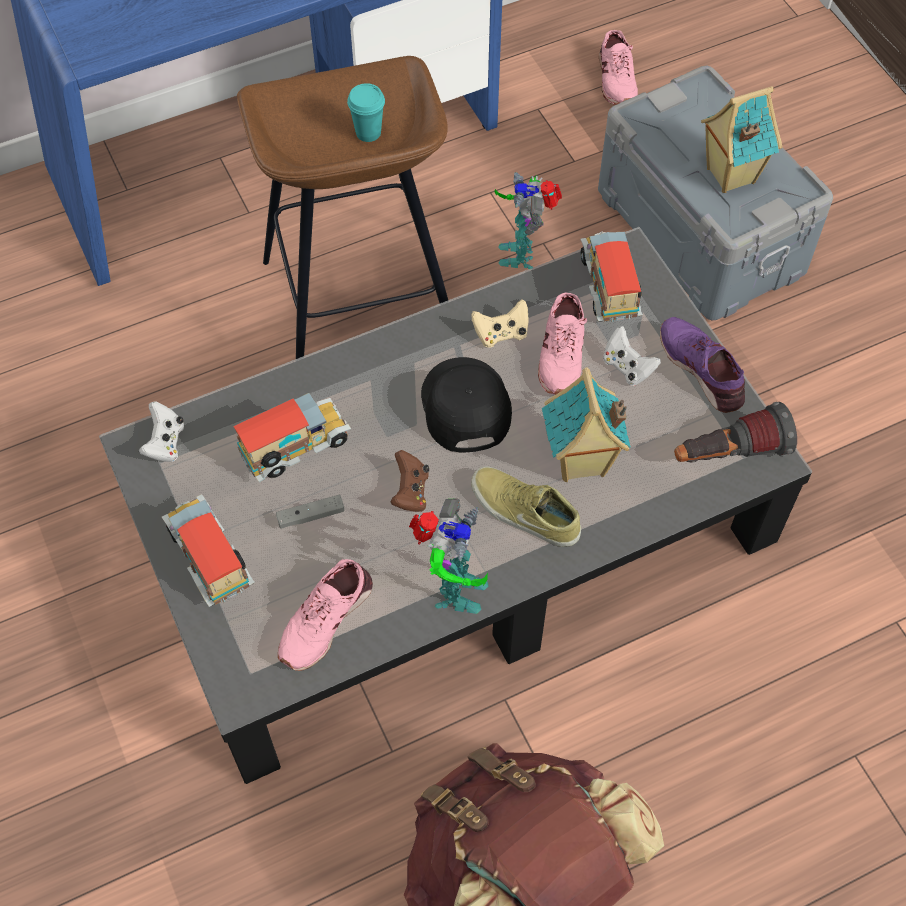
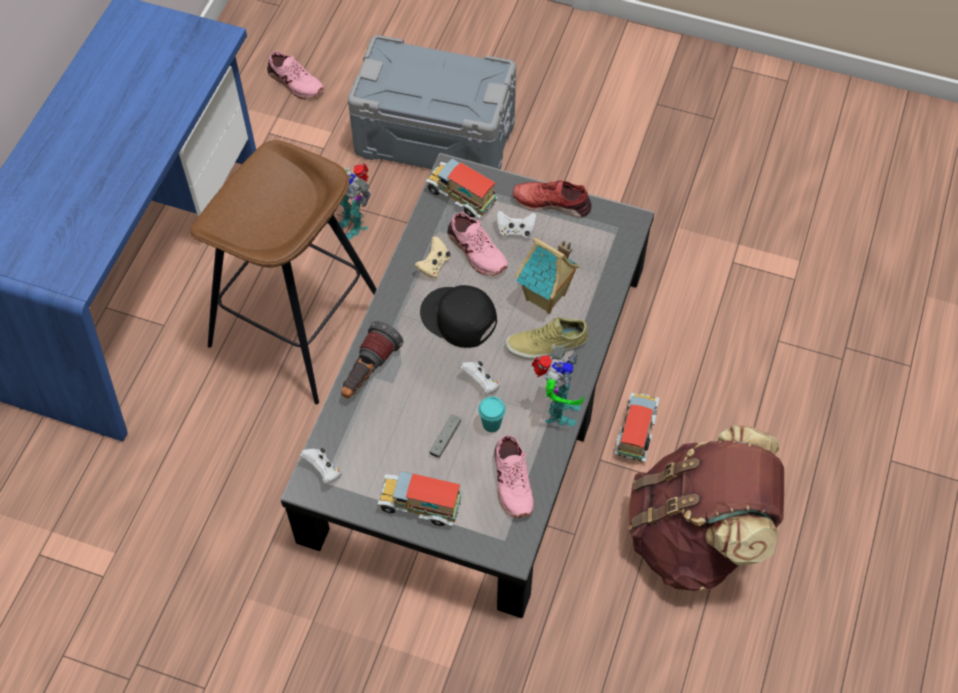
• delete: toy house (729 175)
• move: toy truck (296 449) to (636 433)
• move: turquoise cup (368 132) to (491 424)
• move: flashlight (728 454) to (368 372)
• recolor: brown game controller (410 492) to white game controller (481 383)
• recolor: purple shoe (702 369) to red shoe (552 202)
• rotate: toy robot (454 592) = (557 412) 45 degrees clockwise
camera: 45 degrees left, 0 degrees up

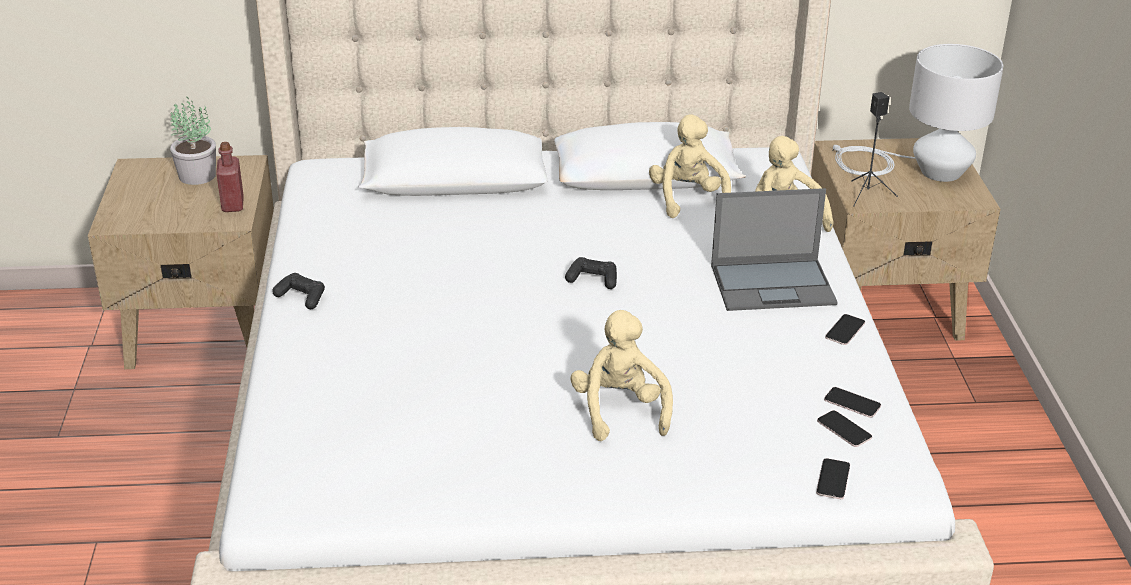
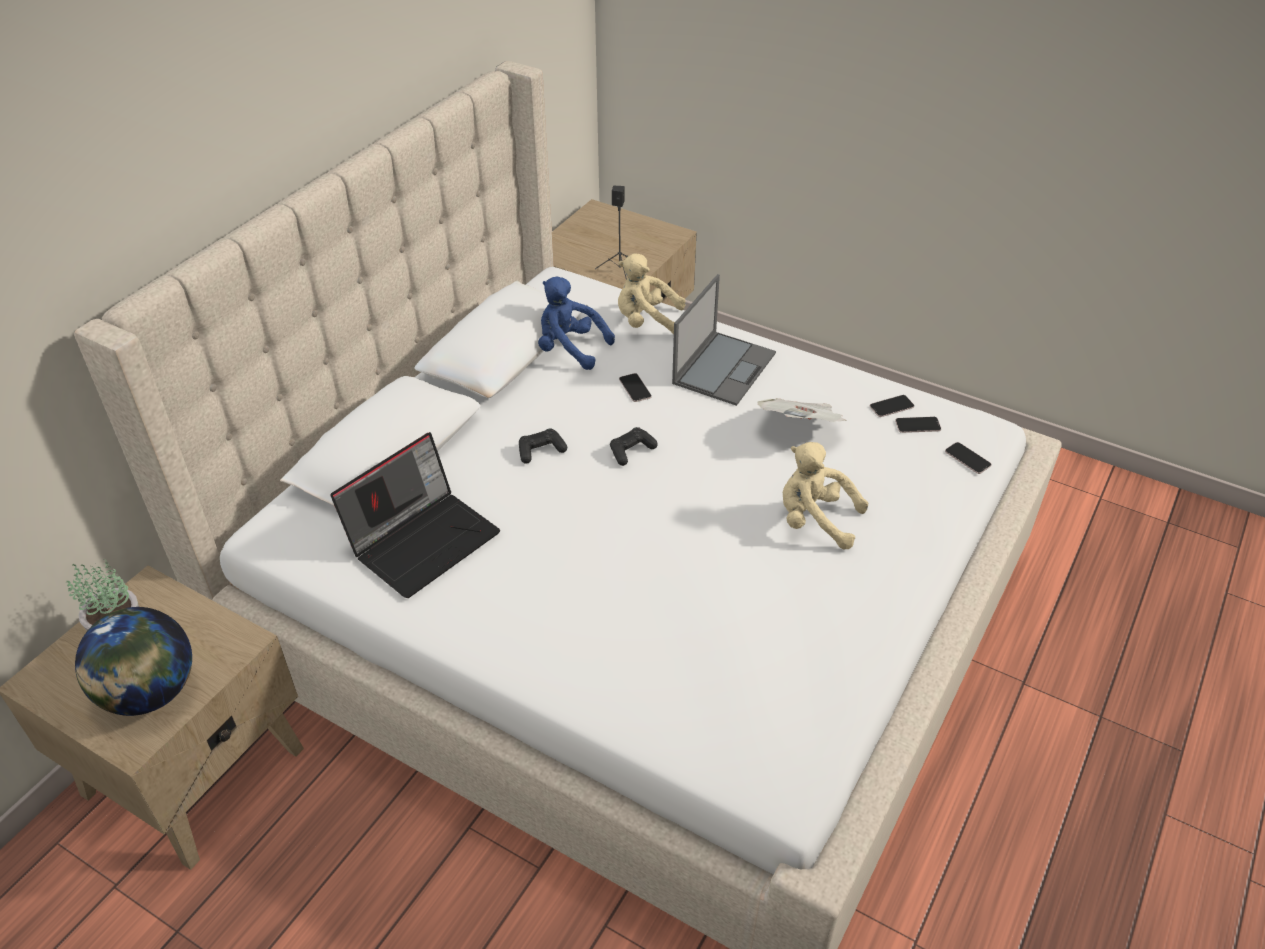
• delete: red bottle (232 205)
• delete: white table lamp (910 168)
• insert: globe (150 693)
• insert: laptop (424 540)
• insert: newspaper (801 428)
• move: black game controller (301 297) to (541 451)
• move: phone (845 330) to (635 388)
• recolor: beige plush toy (688 199) to blue plush toy (569 349)
camera: 55 degrees left, 10 degrees up

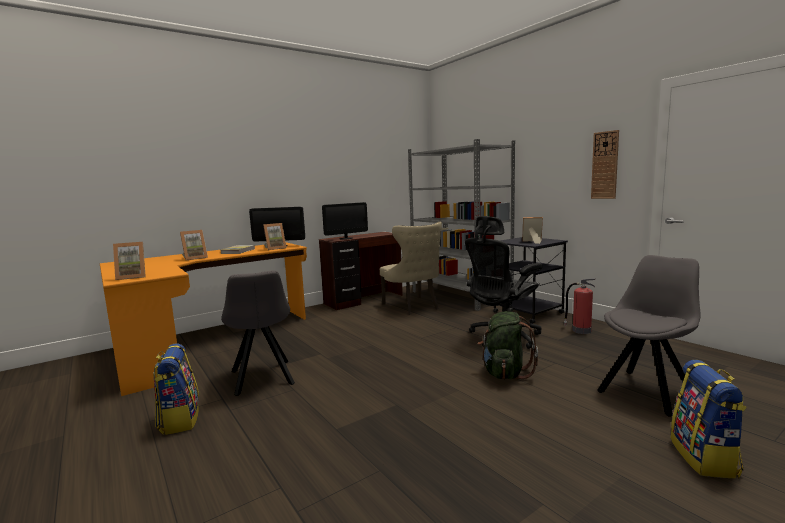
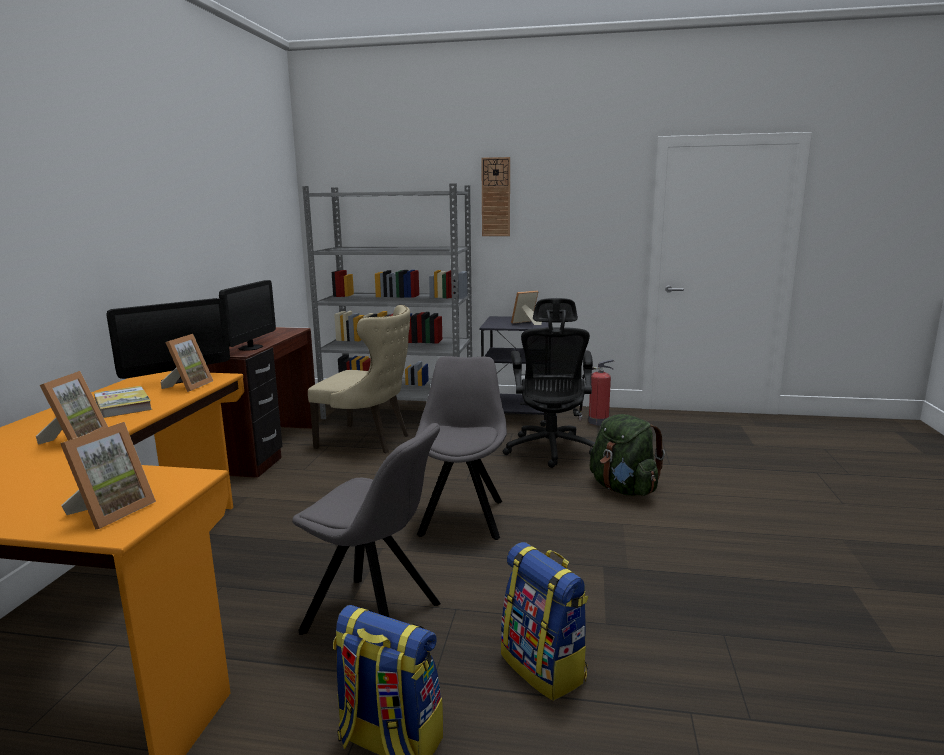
• move: wall clock (605 165) to (496 197)
• move: grey chair (646 391) to (462 517)
• move: backpack (705 458) to (544 667)
camera: 45 degrees left, 5 degrees up

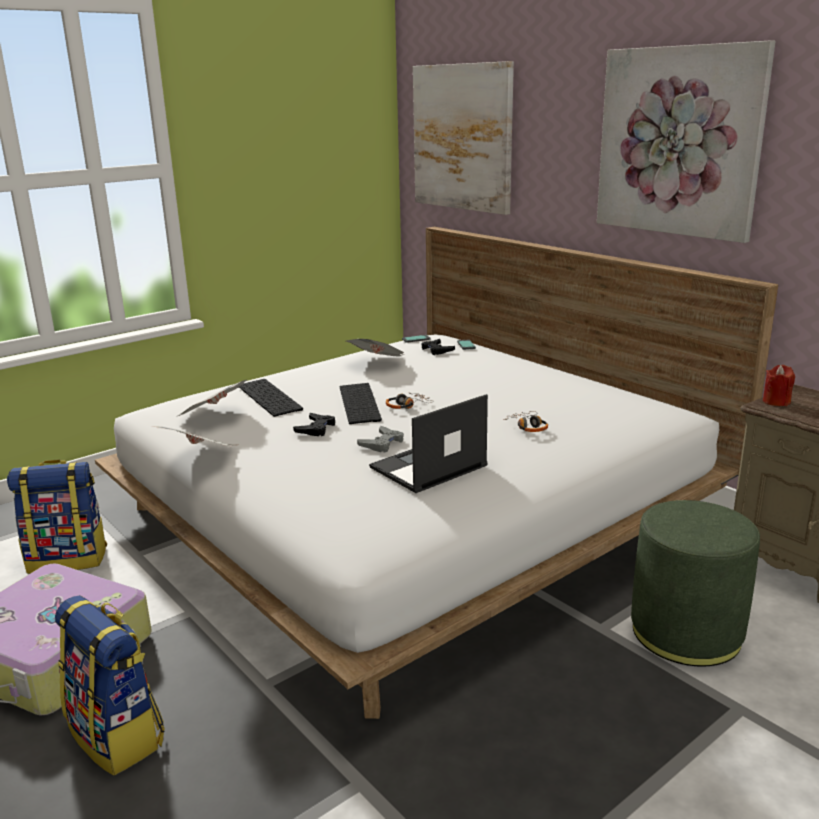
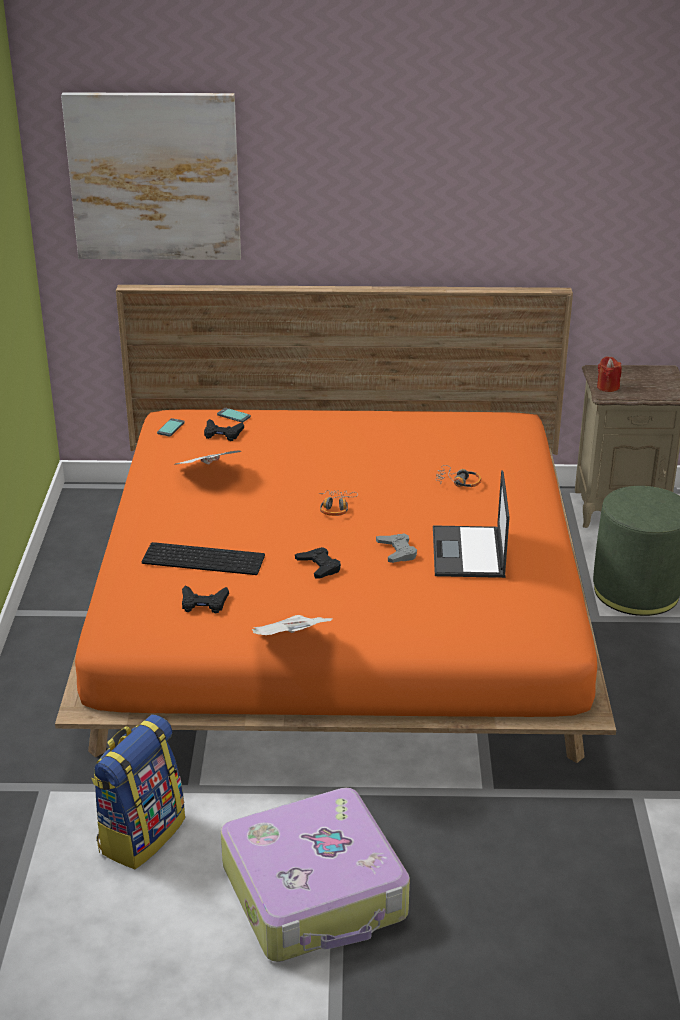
• delete: backpack (118 736)
• delete: keyboard (361 403)
• delete: picture (678 142)
• replace: newspaper (214 416) to black game controller (203 603)
• recolor: white bed (411 515) to orange bed (340 613)
camera: 50 degrees left, 10 degrees up

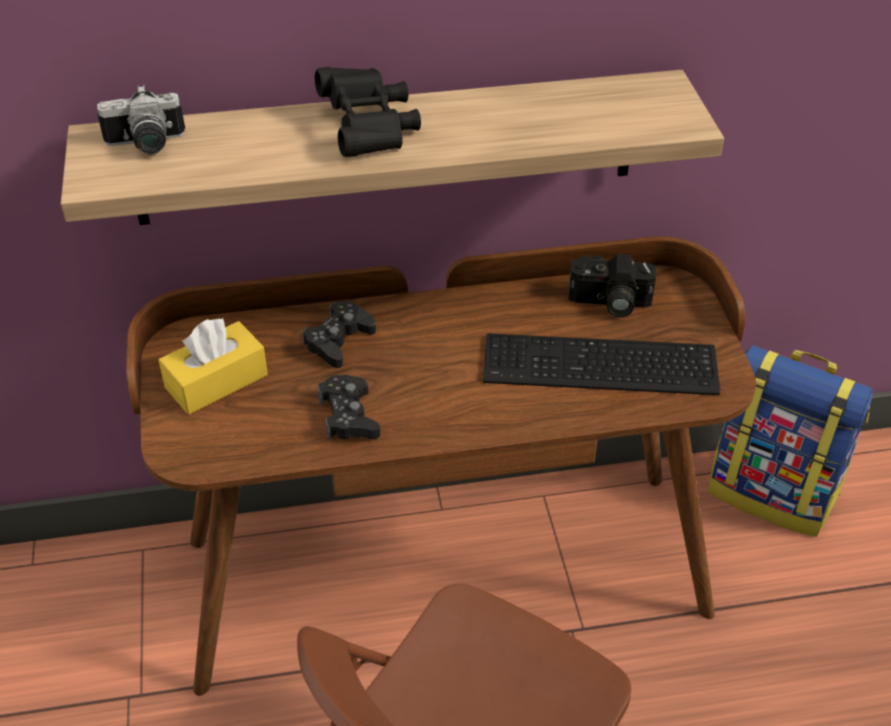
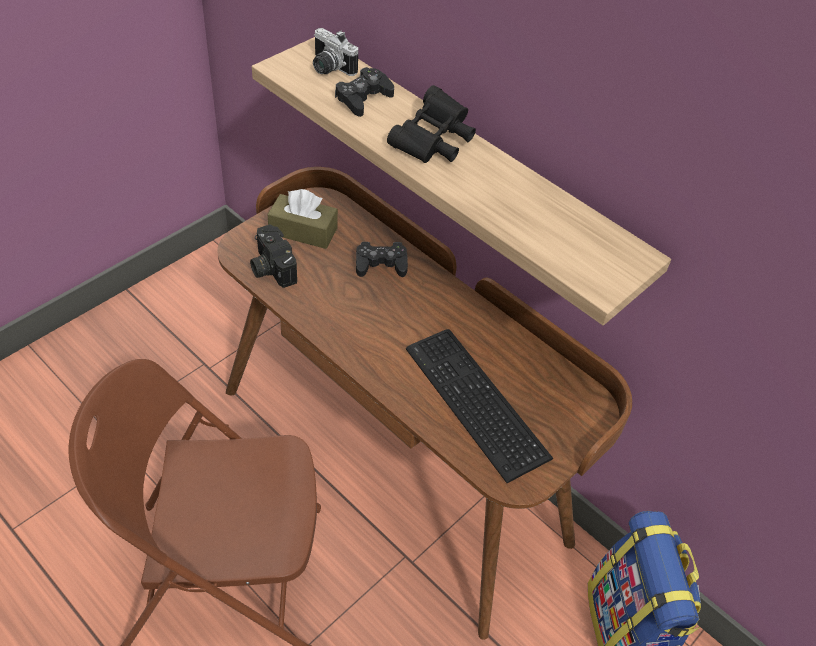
• move: black game controller (349 416) to (363 98)
• move: photo camera (609 303) to (270 267)
• recolor: yellow tissue box (216 381) to brown tissue box (303 231)
camera: 50 degrees right, 5 degrees up

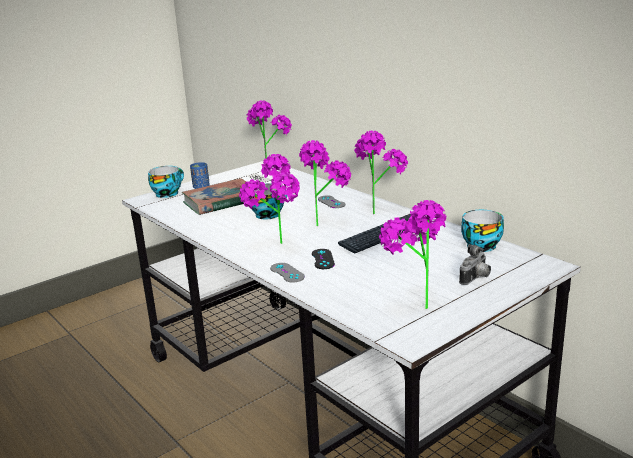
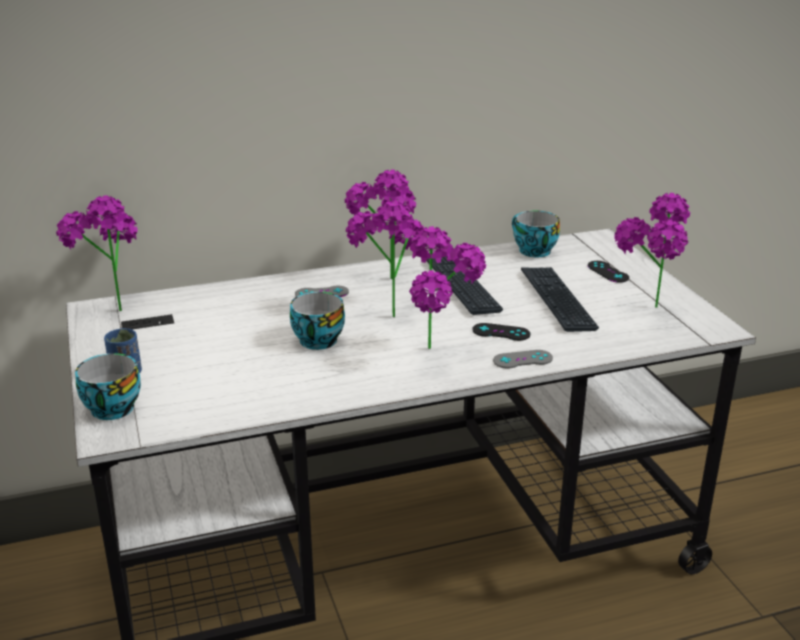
• delete: book (221 202)
• insert: keyboard (557 300)
• replace: photo camera (476 279) to black game controller (608 272)
camera: 70 degrees left, 5 degrees up

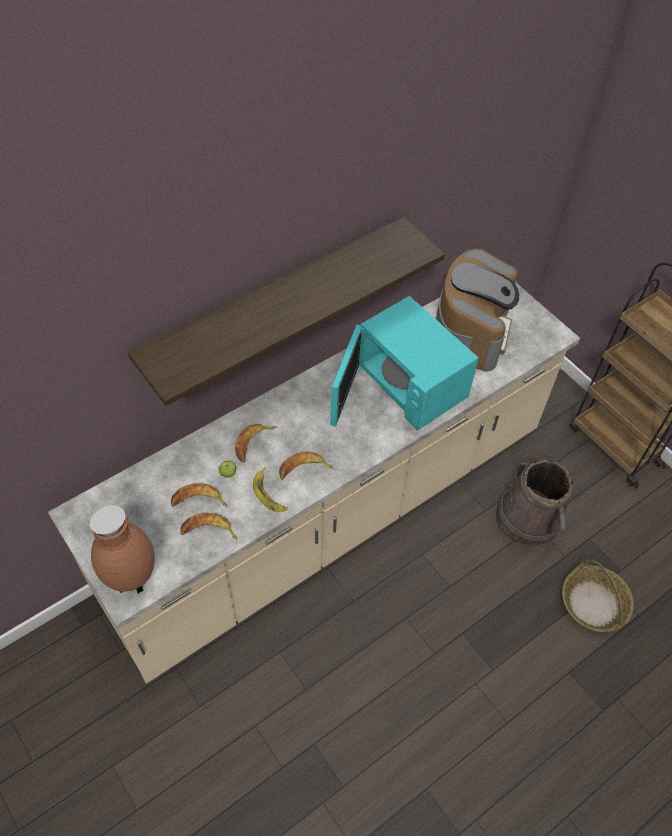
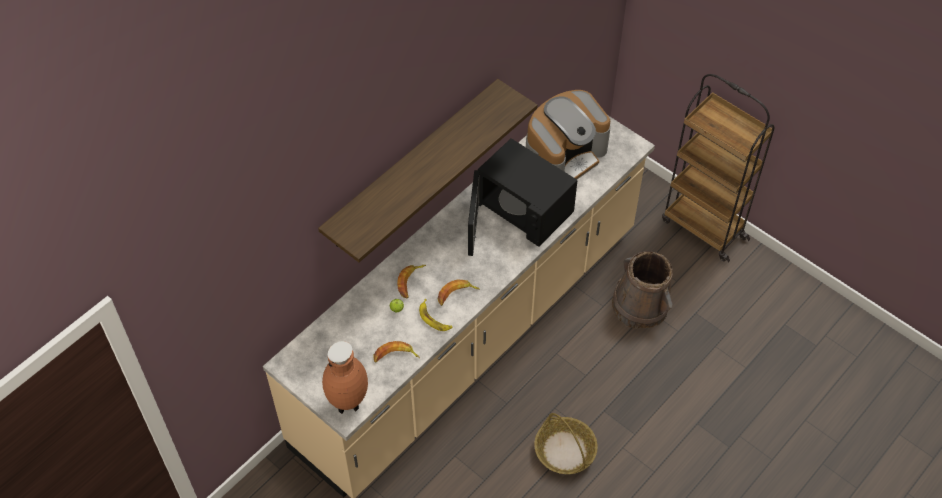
• delete: banana (198 501)
• move: basket (594 604) to (565 451)
• recolor: turquoise microwave (405 382) to black microwave (519 209)
• rotate: coffee machine (471 330) = (564 155) 45 degrees clockwise
camera: 10 degrees left, 0 degrees up

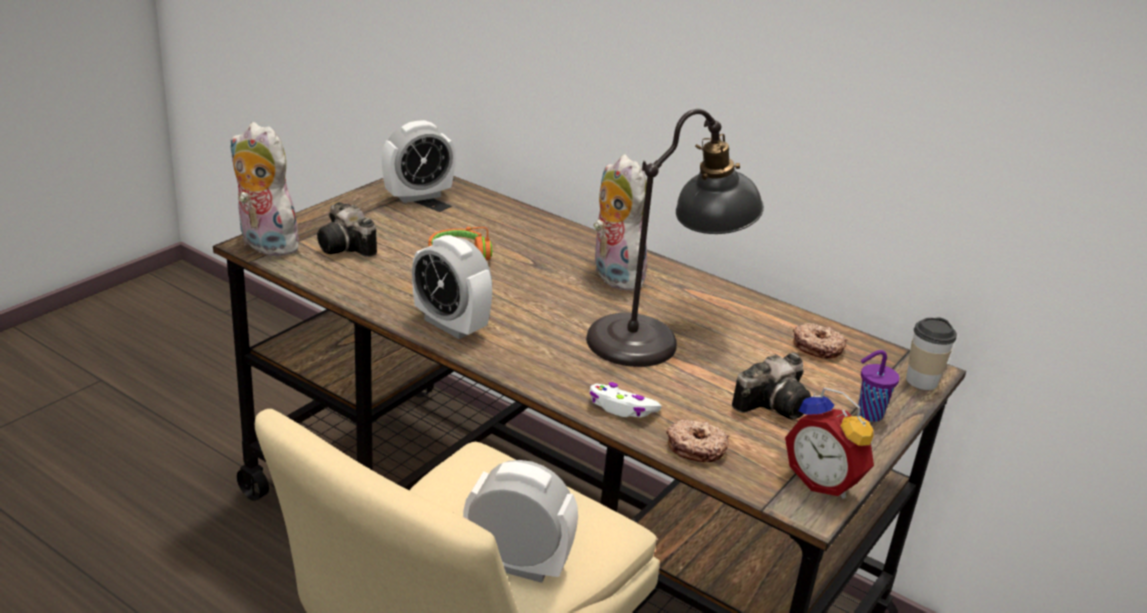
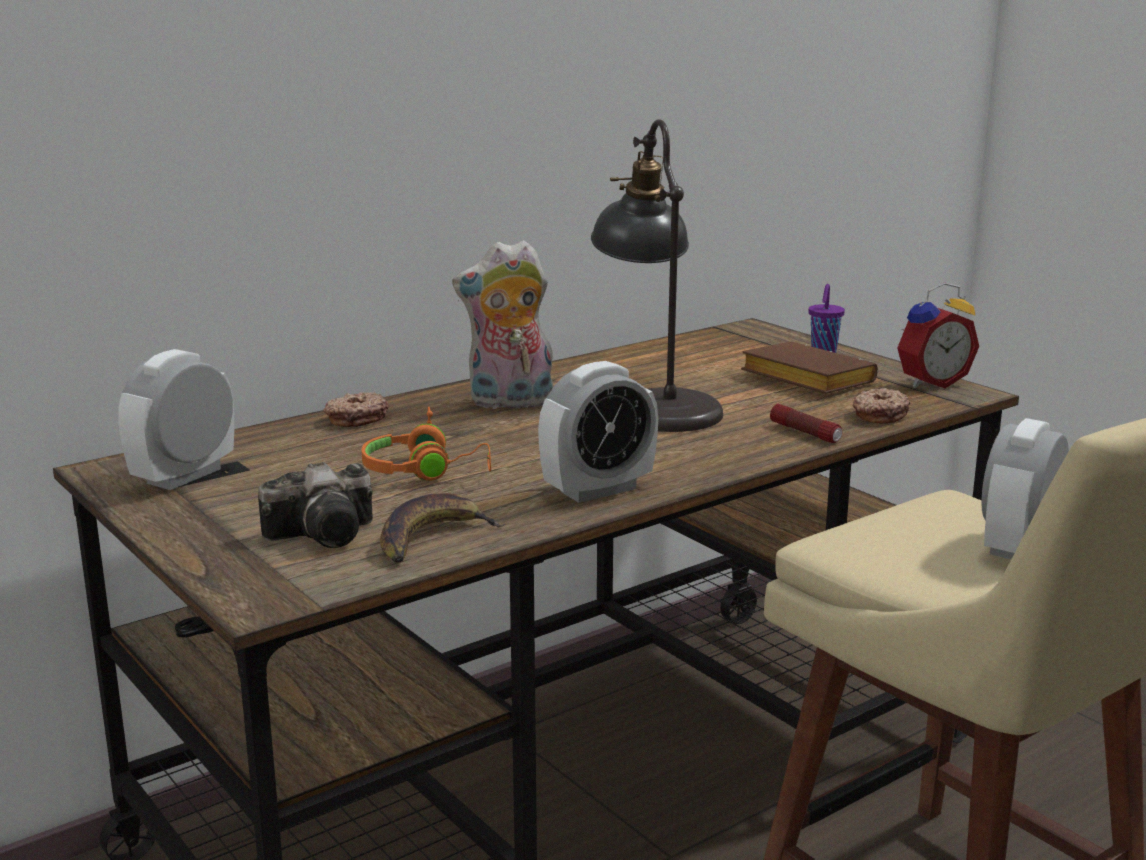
• delete: plush toy (264 245)
• delete: cup (921 381)
• insert: banana (432 538)
• move: donut (817 347) to (356 418)
• replace: white game controller (621 408) to flashlight (805 433)
• replace: photo camera (775 404) to brown book (802 379)
• rotate: alarm clock (418 196) = (184 476) 135 degrees counterclockwise
camera: 70 degrees left, 10 degrees down

